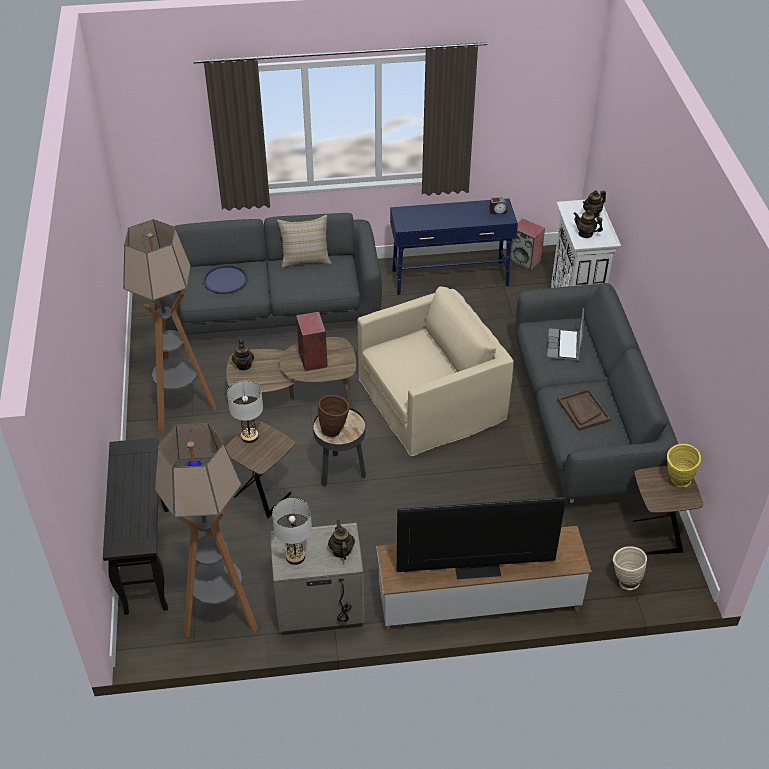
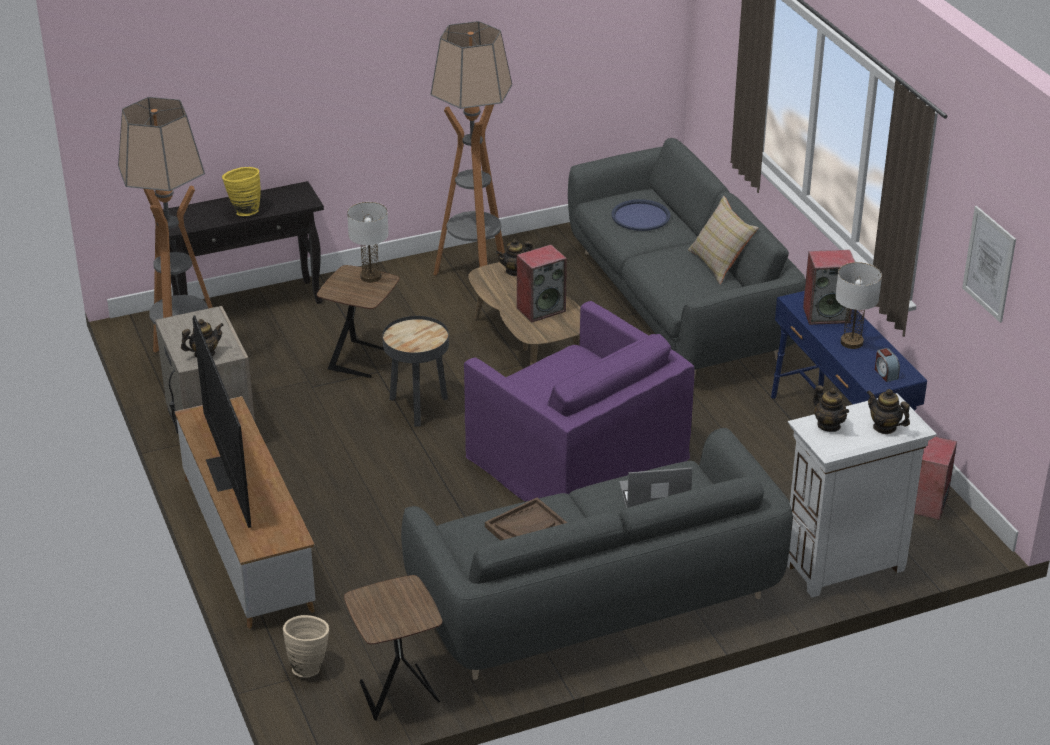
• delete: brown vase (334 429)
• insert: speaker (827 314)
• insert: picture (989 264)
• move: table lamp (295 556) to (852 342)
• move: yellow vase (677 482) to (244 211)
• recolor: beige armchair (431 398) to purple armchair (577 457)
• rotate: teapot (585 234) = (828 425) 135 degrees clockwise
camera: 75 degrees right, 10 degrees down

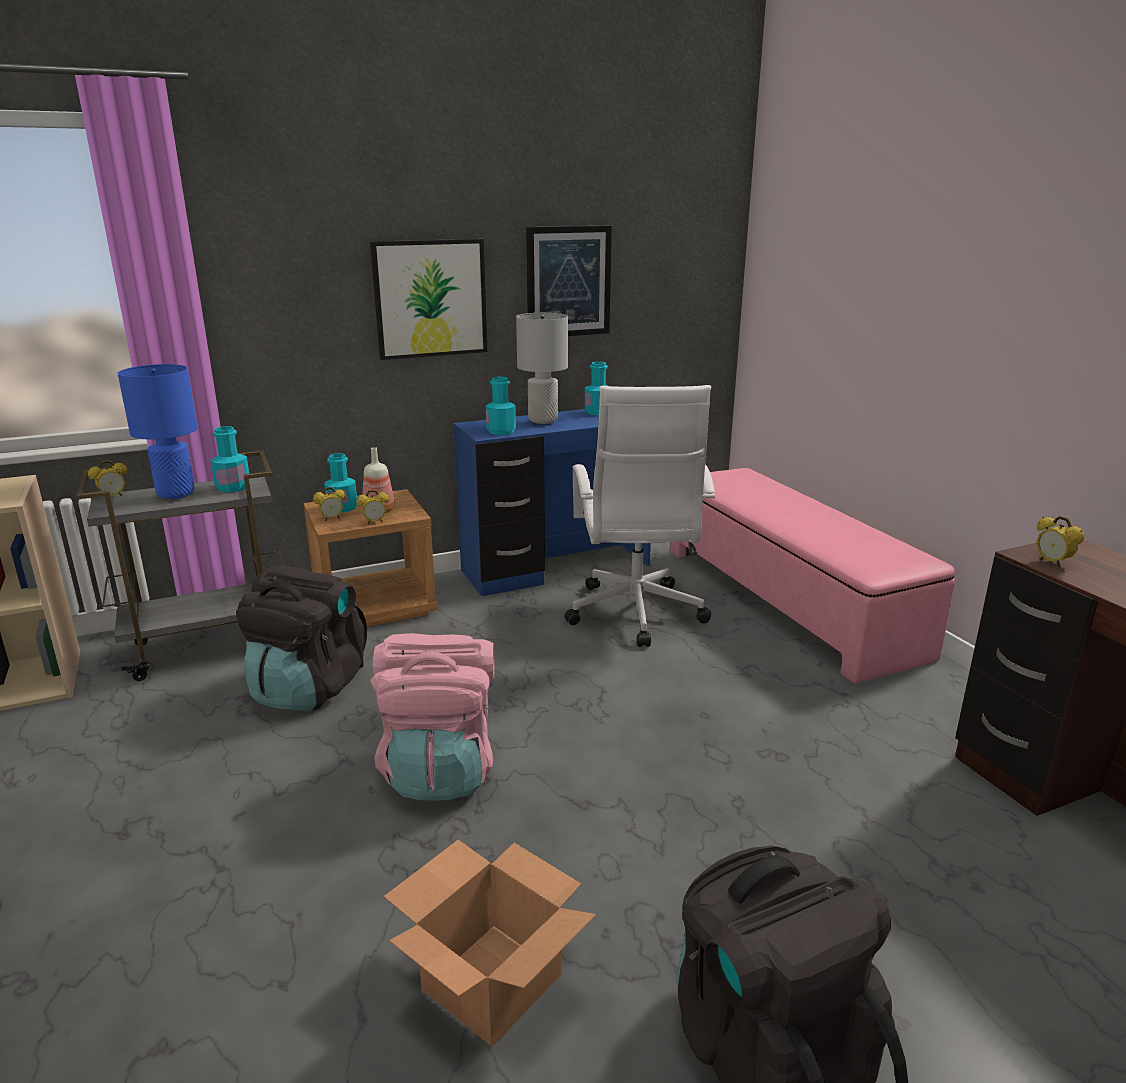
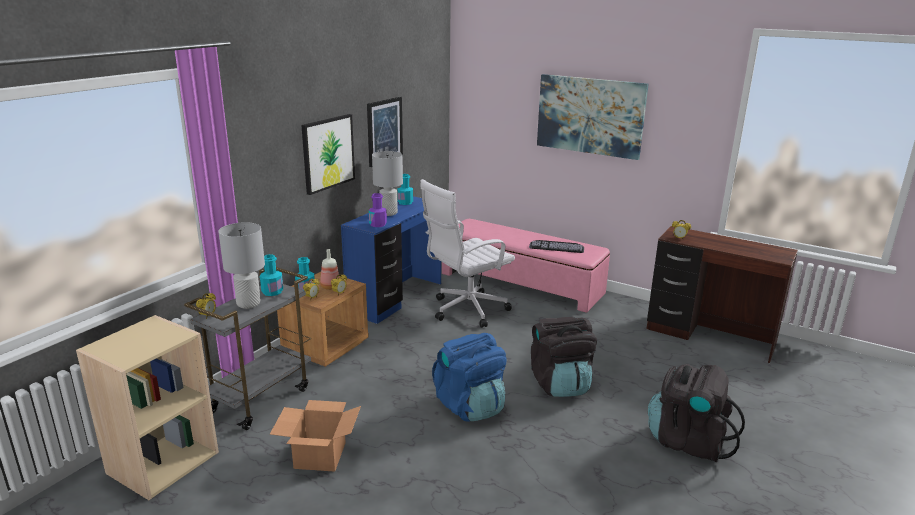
• insert: keyboard (557 246)
• insert: picture (590 115)
• move: black backpack (308 687) to (560 384)
• move: cardboard box (491 984) to (320 456)
• recolor: blue table lamp (176 496) to grey table lamp (248 305)
• recolor: pink backpack (440 768) to blue backpack (470 405)
• recolor: turquoise bottle (501 431) to purple bottle (378 224)
• rotate: white office chair (636 616) = (466 310) 90 degrees clockwise
camera: 35 degrees left, 0 degrees up

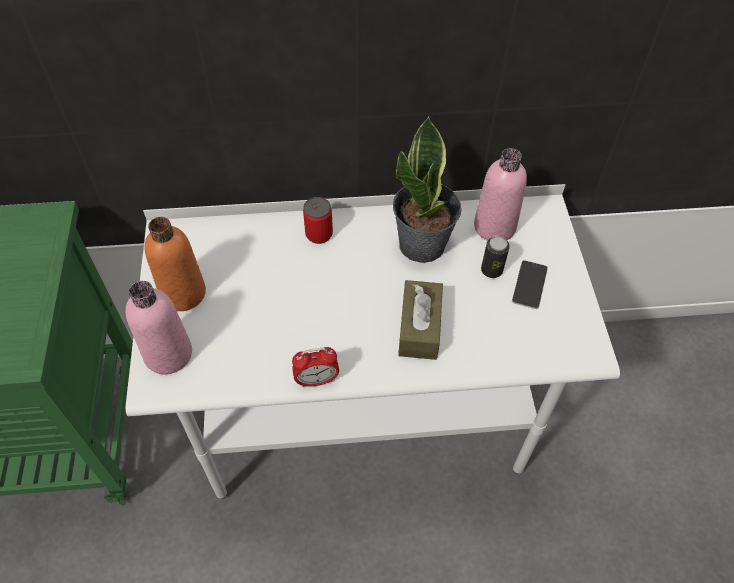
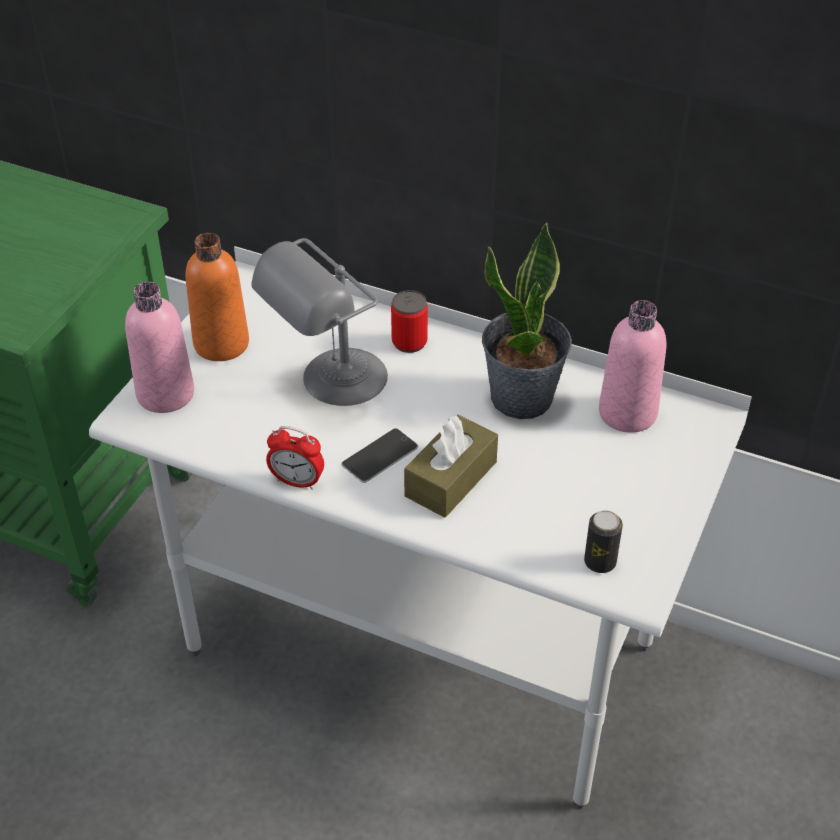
• insert: grey table lamp (331 385)
• move: can (491 270) to (600 562)
• move: phone (529 284) to (380 456)
camera: 30 degrees right, 10 degrees down

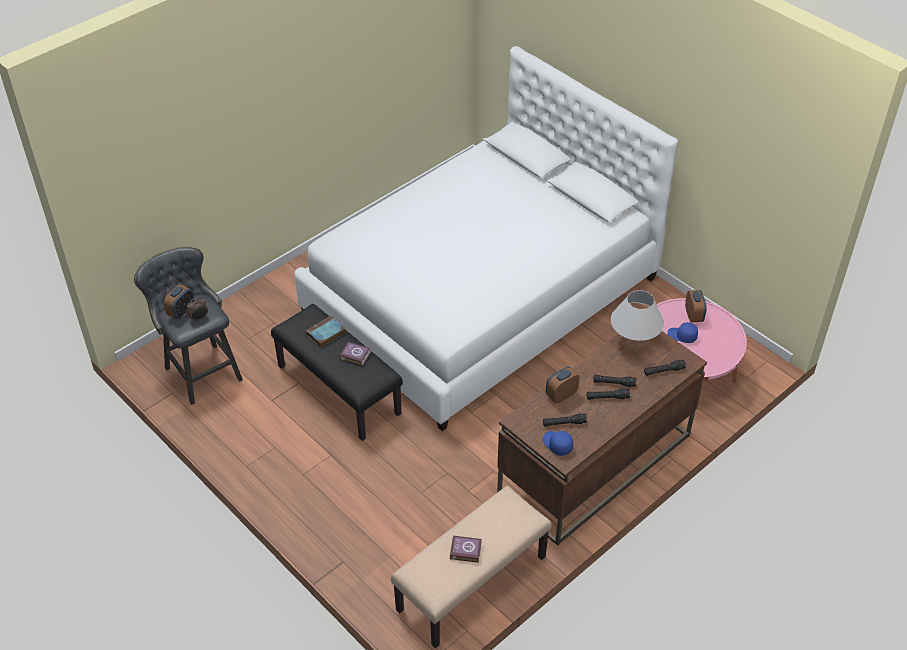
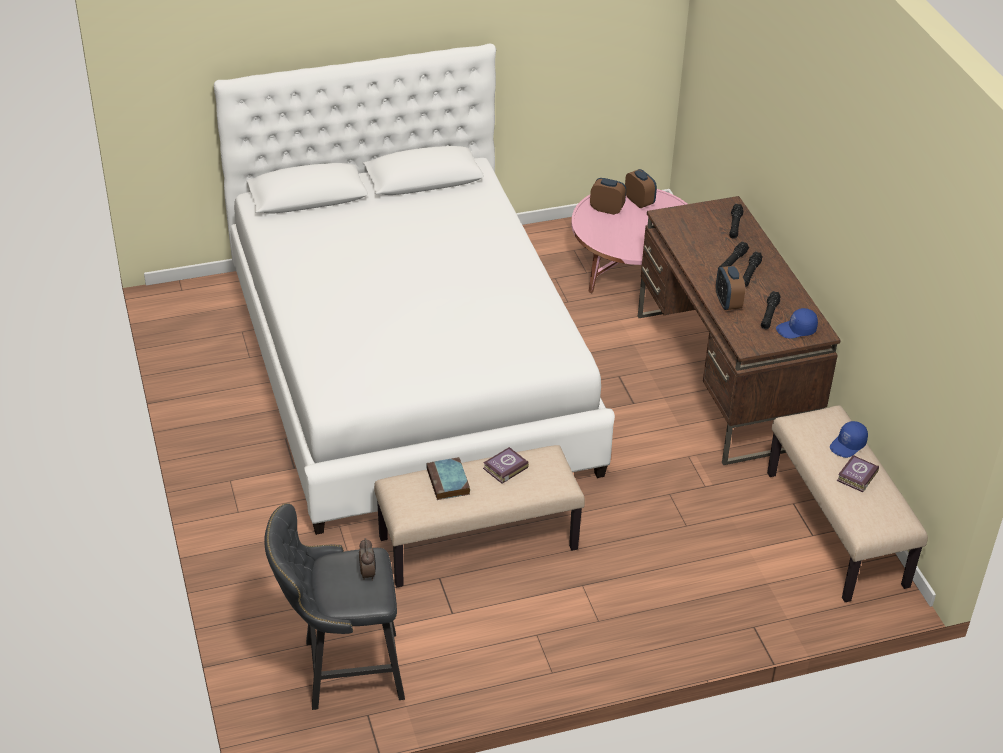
• delete: white table lamp (634 341)
• move: alarm clock (182 312) to (639 202)
• move: blue cap (682 336) to (848 445)
• recolor: black bench (340 390) to beige bench (478 542)
camera: 65 degrees left, 5 degrees down

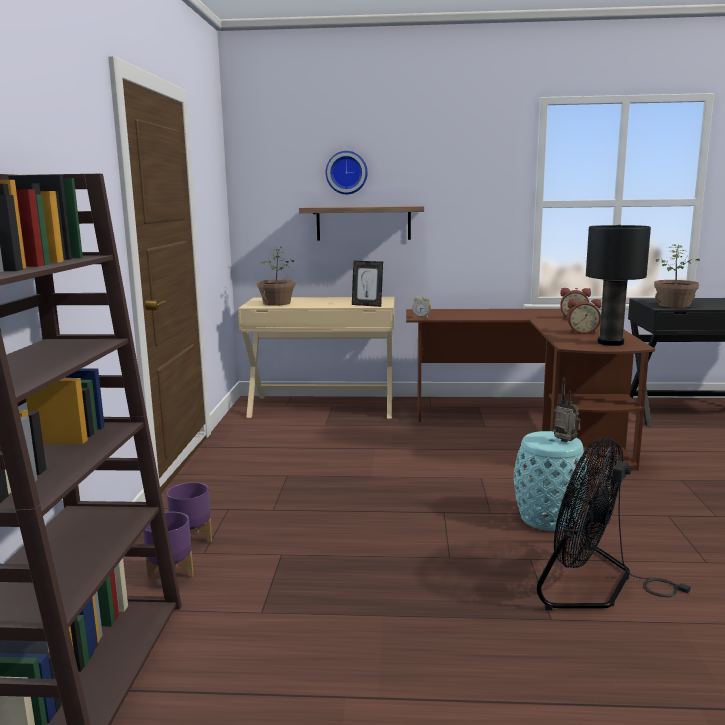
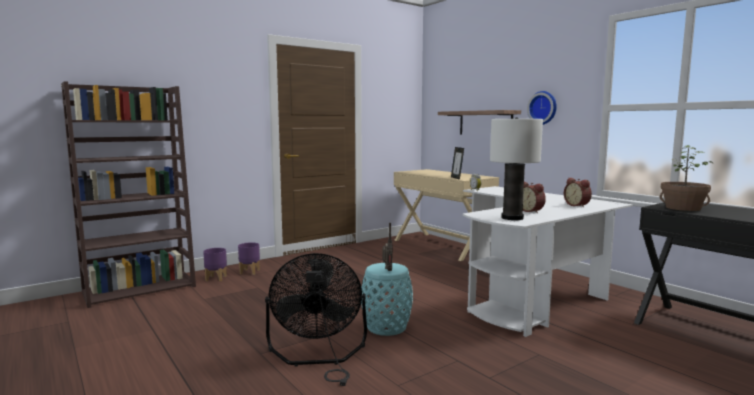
• delete: potted plant (276 303)
• move: wall clock (346 172) to (543 108)
• recolor: brown desk (530 427) to white desk (532 291)
• recolor: black table lamp (610 343) to white table lamp (512 218)
camera: 50 degrees right, 5 degrees down

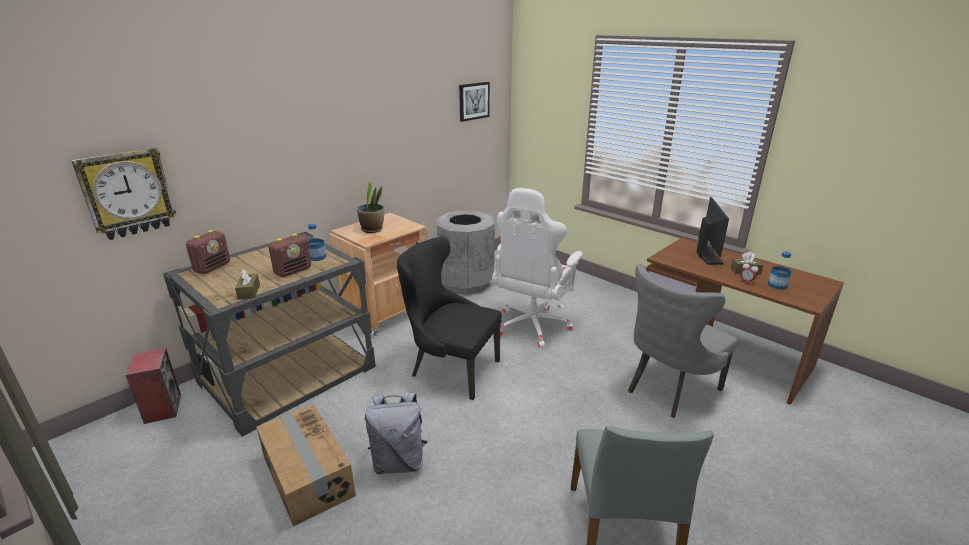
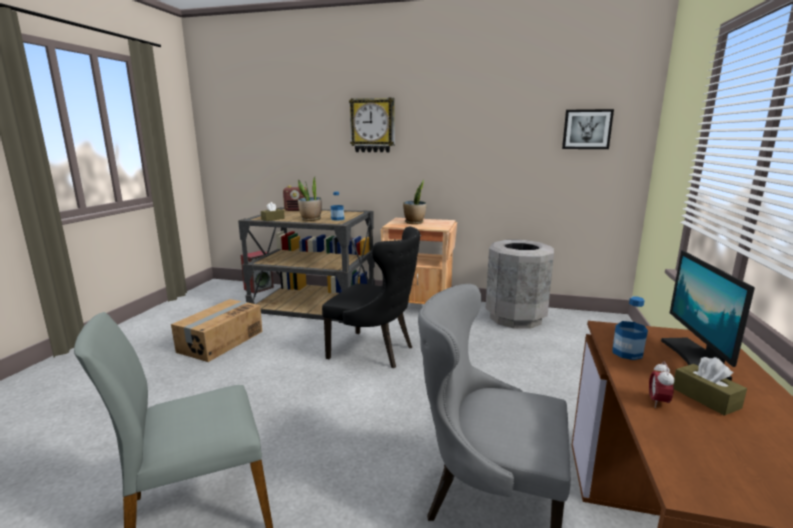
• delete: grey backpack (399 462)
• delete: white office chair (532 325)
• move: wall clock (127 193) to (373 125)
• move: bottle (777 285) to (627 353)
• replace: radio (293 271) to potted plant (311 219)
• rotate: black chair (451 369) = (375 351) 120 degrees clockwise
• rotate: monitor (707 255) = (696 358) 120 degrees clockwise
camera: 60 degrees right, 10 degrees down

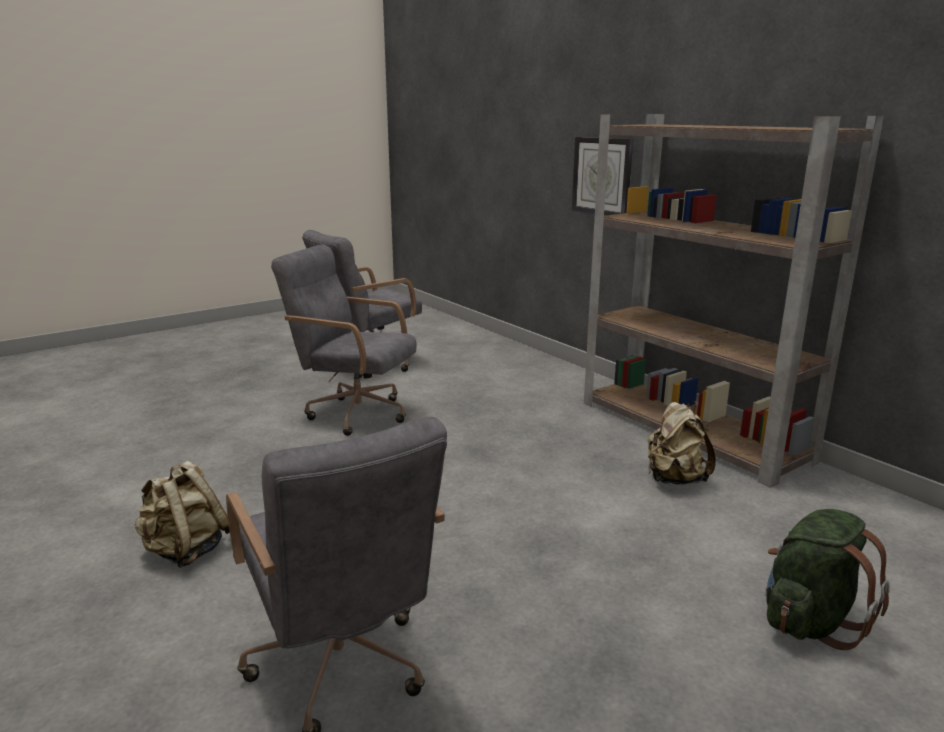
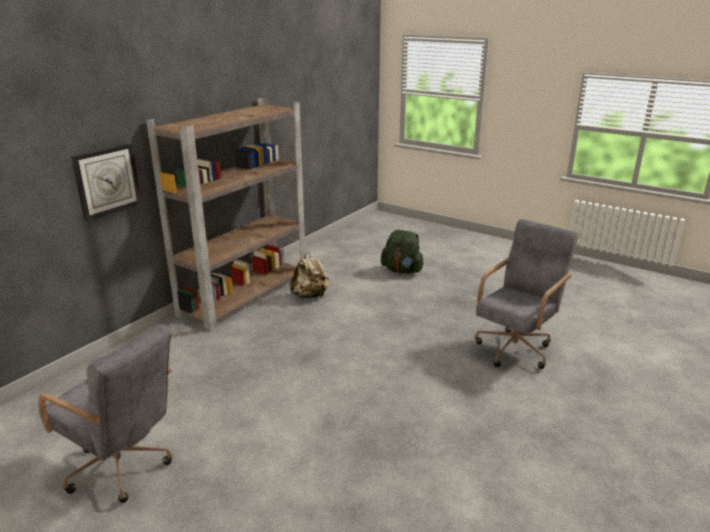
• delete: beige backpack (186 551)
• delete: grey office chair (353 414)
camera: 110 degrees left, 5 degrees up

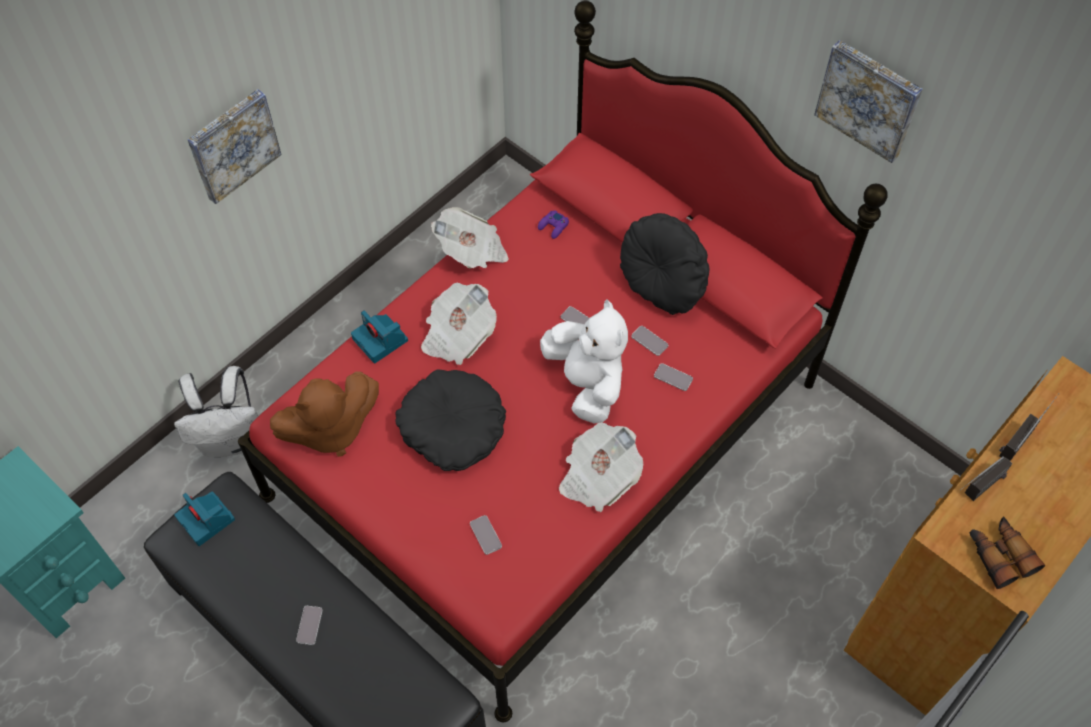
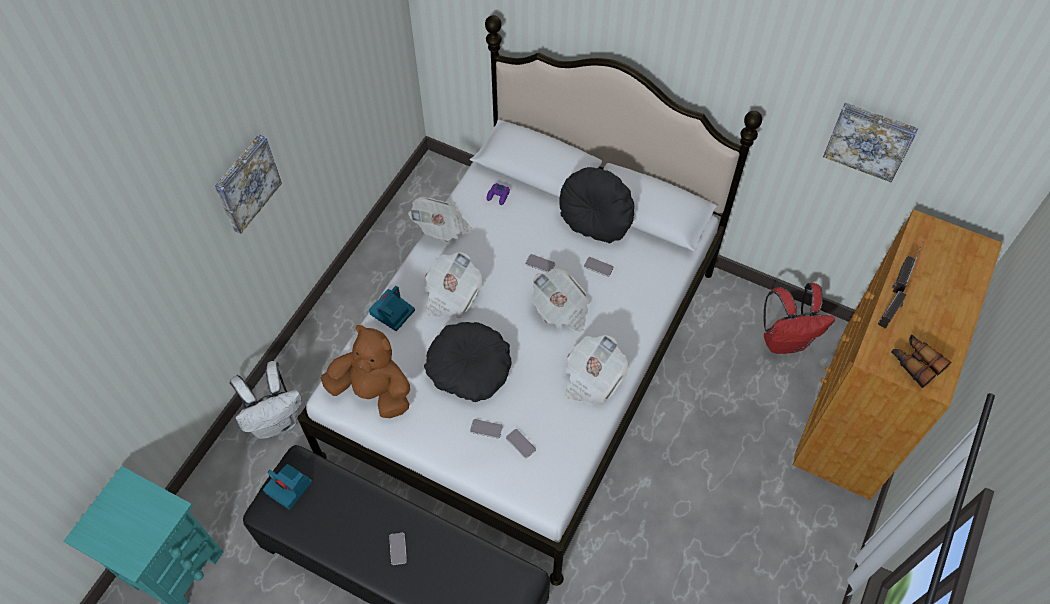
• insert: red backpack (785 340)
• move: phone (673 377) to (486 429)
• move: picture (869 99) to (870 140)
• replace: white plush toy (586 383) to newspaper (561 309)
• recolor: red bed (546 438) to white bed (525 361)
• rotate: brown plush toy (330 429) = (373 392) 120 degrees counterclockwise
• rotate: photo camera (381 340) = (392 313) 90 degrees clockwise
camera: 15 degrees left, 0 degrees up

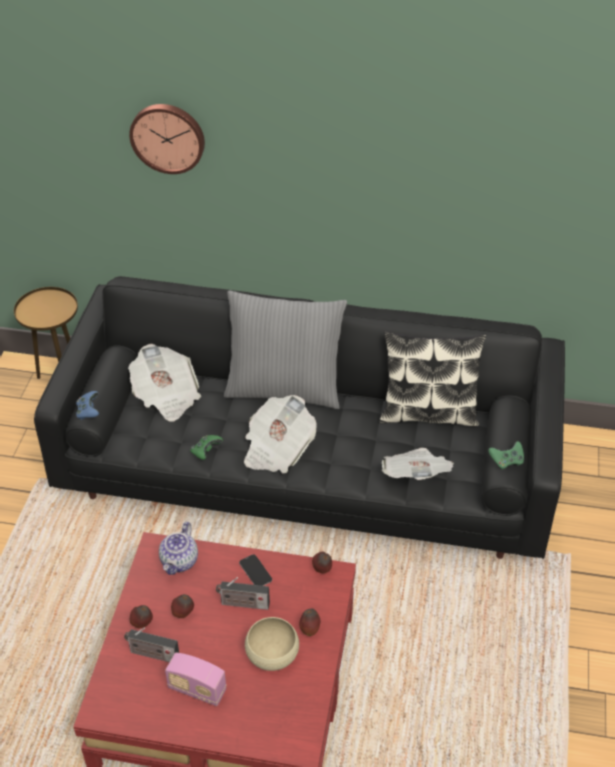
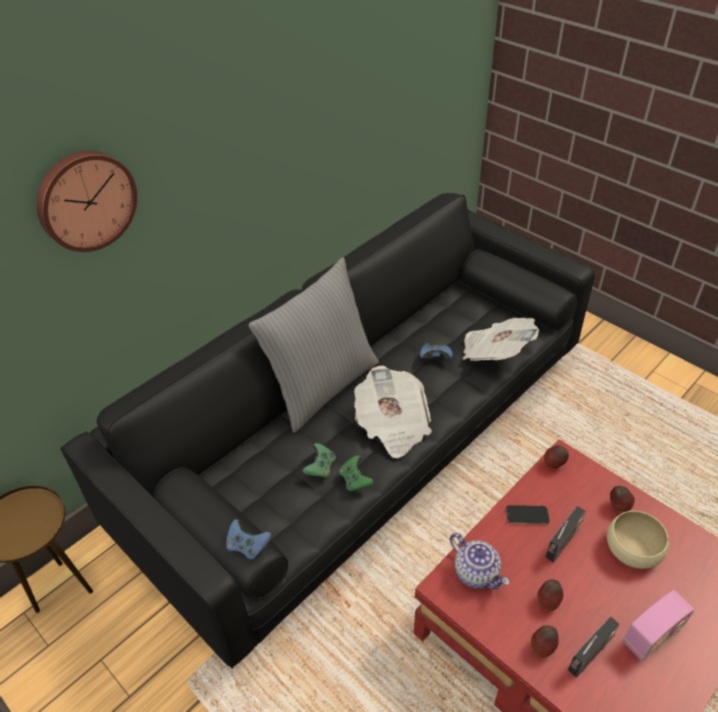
• delete: newspaper (166 396)
• delete: pillow (428 412)
• insert: blue game controller (435 357)
• move: green game controller (506 461) to (320 468)
camera: 55 degrees left, 0 degrees up

